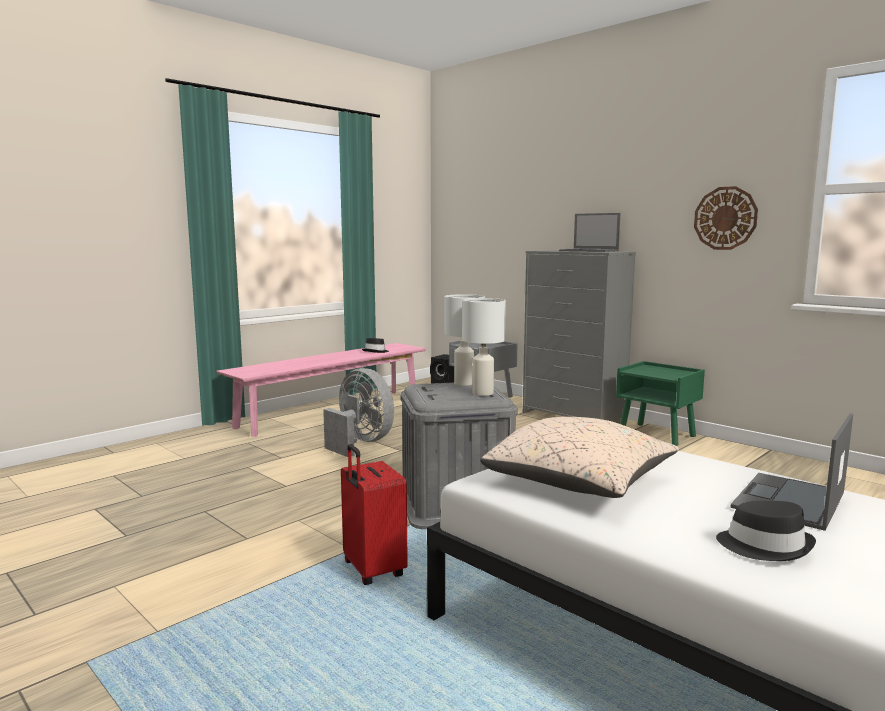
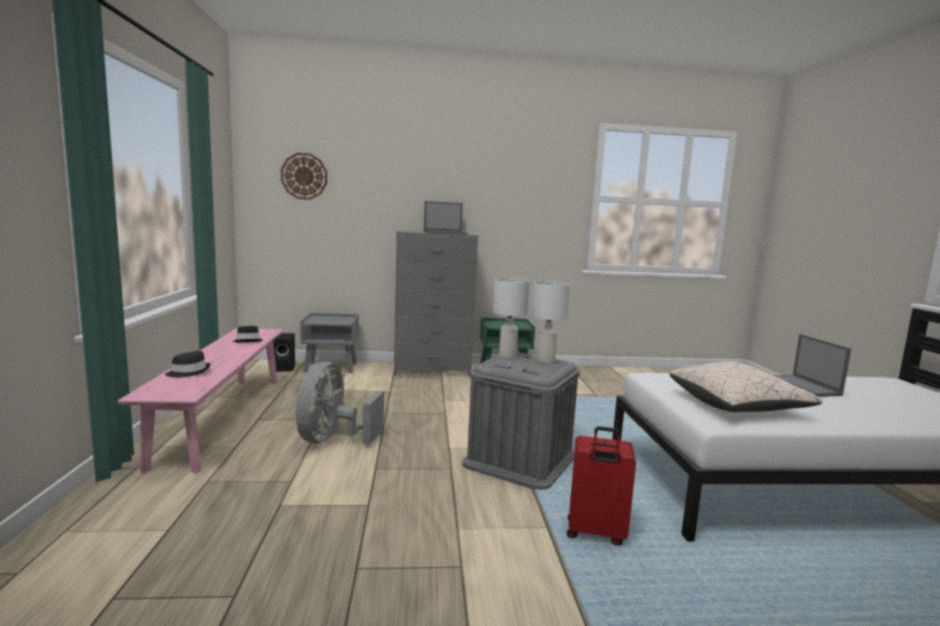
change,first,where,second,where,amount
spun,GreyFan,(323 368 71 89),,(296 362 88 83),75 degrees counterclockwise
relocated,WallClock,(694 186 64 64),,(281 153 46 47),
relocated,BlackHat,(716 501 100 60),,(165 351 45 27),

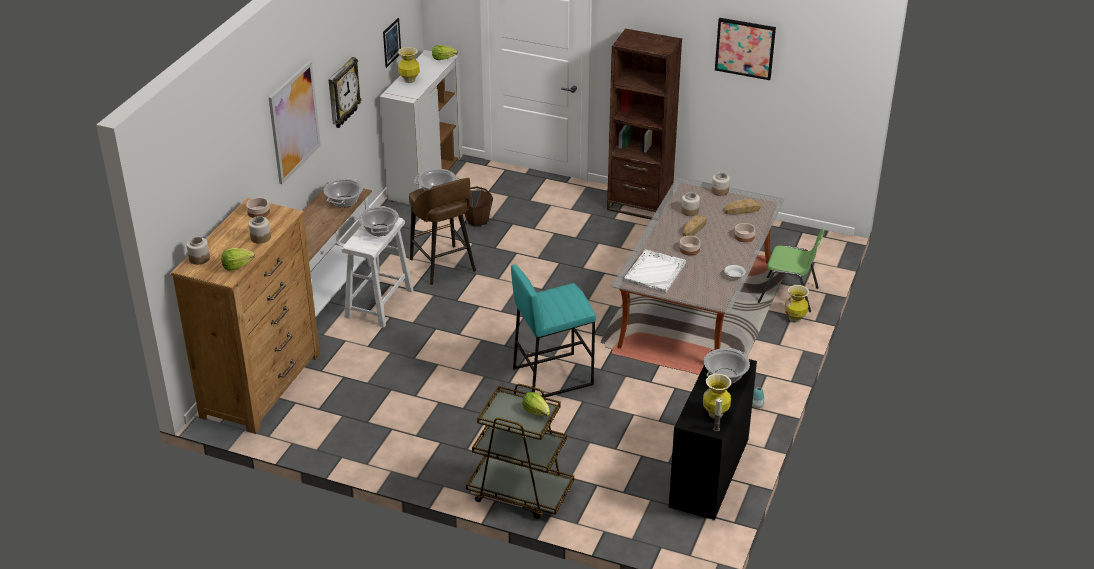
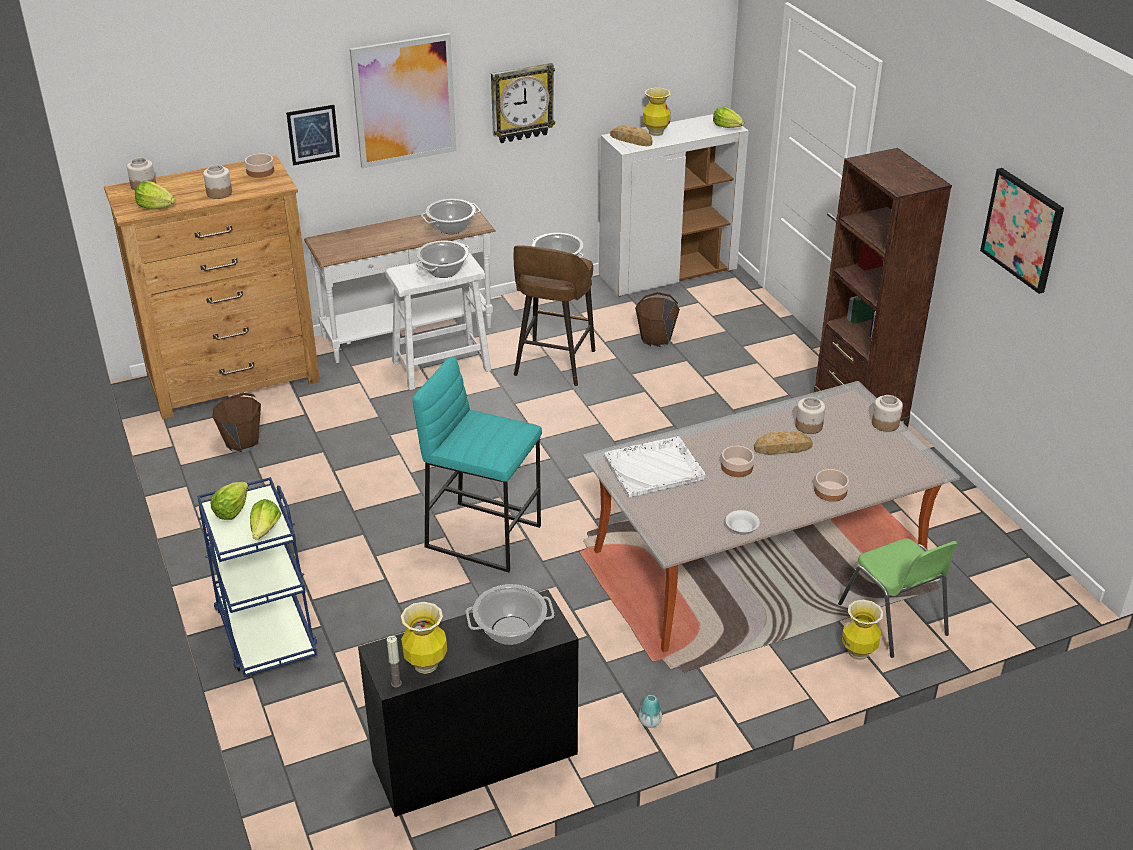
change,first,where,second,where,amount
relocated,Picture,(383 18 18 50),,(286 105 54 60),
colour,BrownCart,(466 384 108 135),BlueCart,(197 477 120 200),
relocated,Bread,(724 199 36 16),,(610 125 42 21),
appeared,,,Lettuce,(211 482 38 38),
appeared,,,BrownBucket,(213 393 48 59),

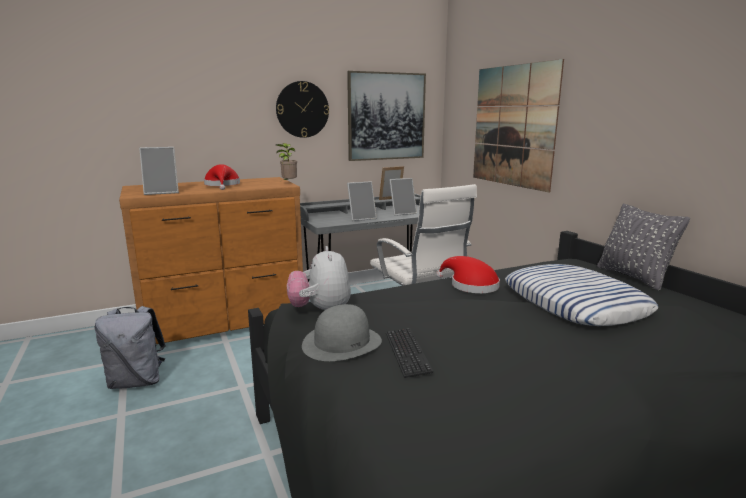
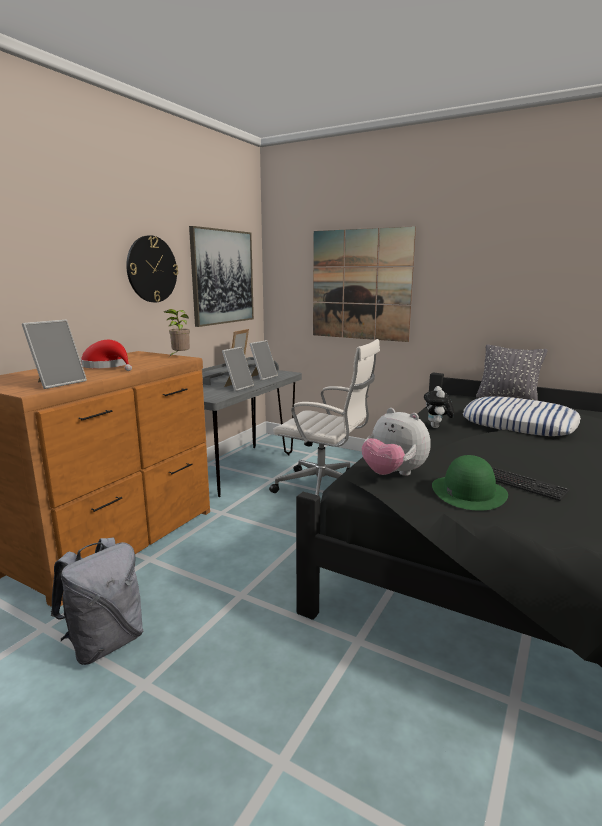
change,first,where,second,where,amount
colour,GreyHat,(302 304 80 57),GreenHat,(432 455 76 56),
exchanged,RedHat,(436 256 64 37),PlushToy,(424 386 30 42),

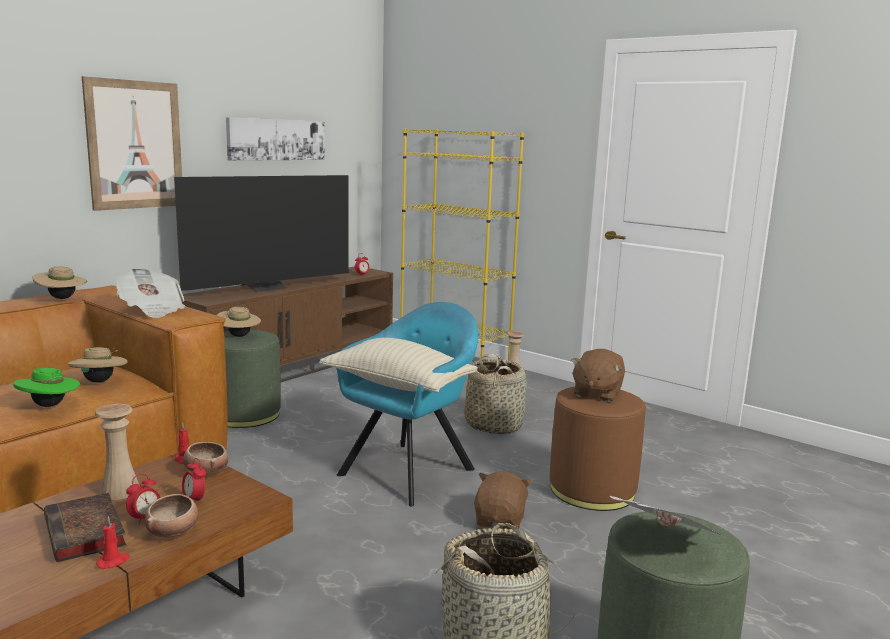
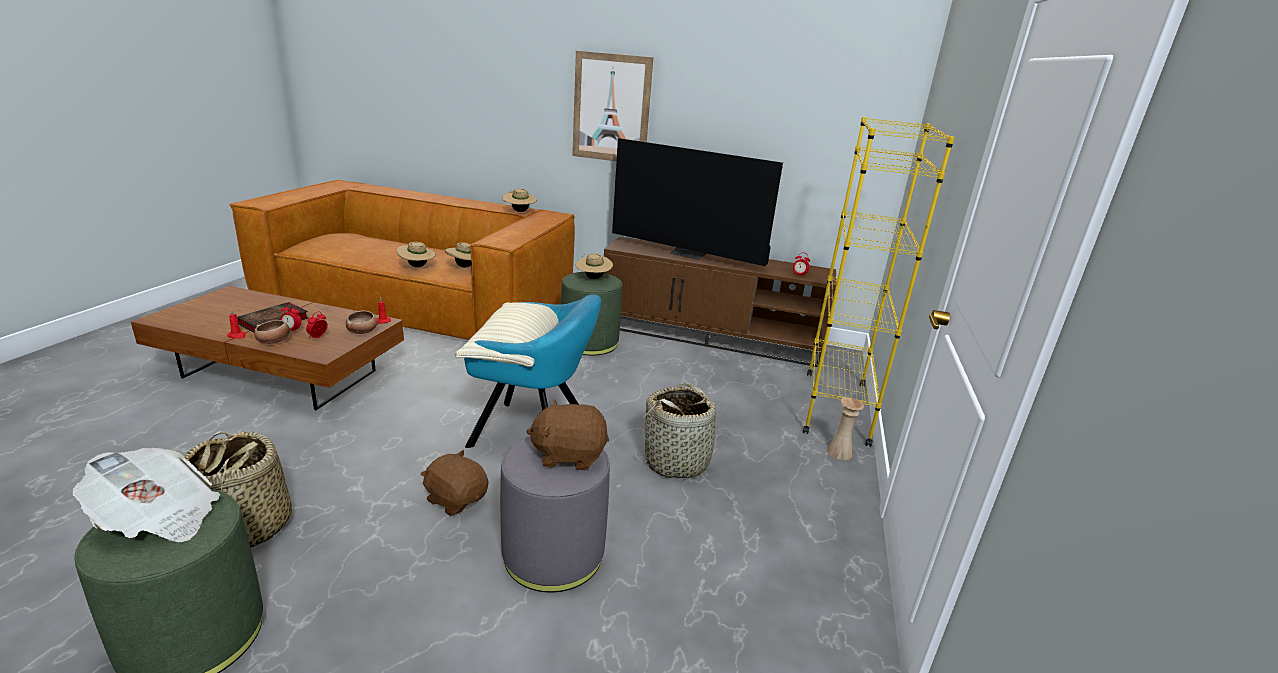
change,first,where,second,where,amount
colour,GreenHat,(13 368 67 39),BeigeHat,(396 242 40 25),
missing,BeigeVase,(95 404 45 96),,,
missing,Newspaper,(116 268 69 50),,,
missing,Picture,(226 117 99 44),,,
spun,BrownPlushToy,(474 471 58 58),,(420 450 68 66),135 degrees counterclockwise
colour,BrownOttoman,(550 387 96 124),GreyOttoman,(500 436 110 157),

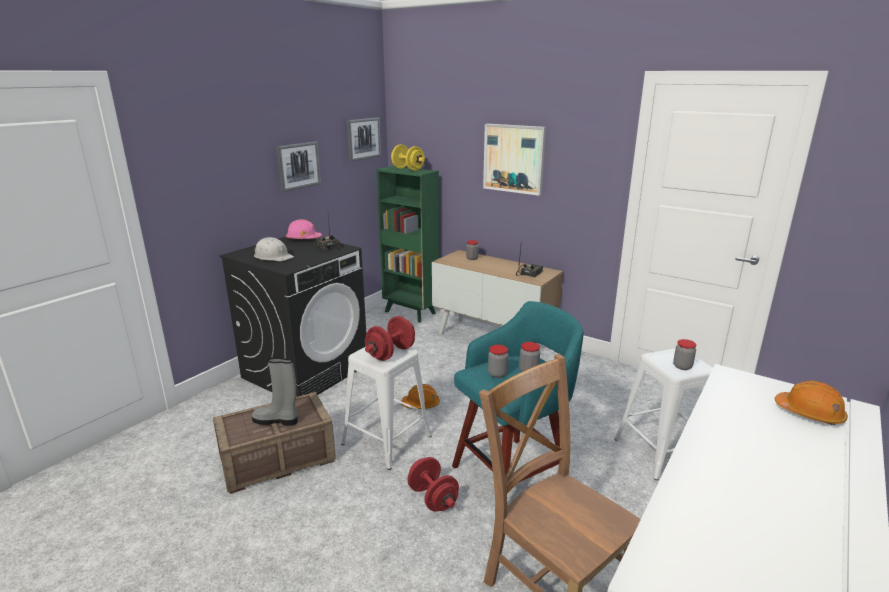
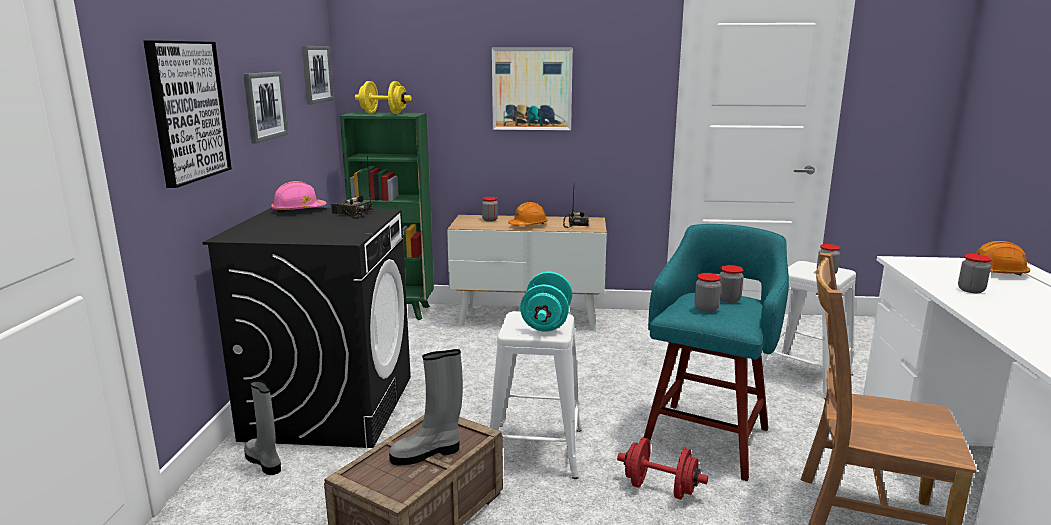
change,first,where,second,where,amount
missing,WhiteHardHat,(254 237 40 24),,,
colour,RedDumbbell,(365 316 50 45),TurquoiseDumbbell,(520 272 52 60),
relocated,OrangeHardHat,(401 384 39 25),,(508 202 40 24),
appeared,,,Picture,(143 40 89 148),
appeared,,,GreyBoot,(244 380 37 95),
appeared,,,Jar,(958 254 34 39),

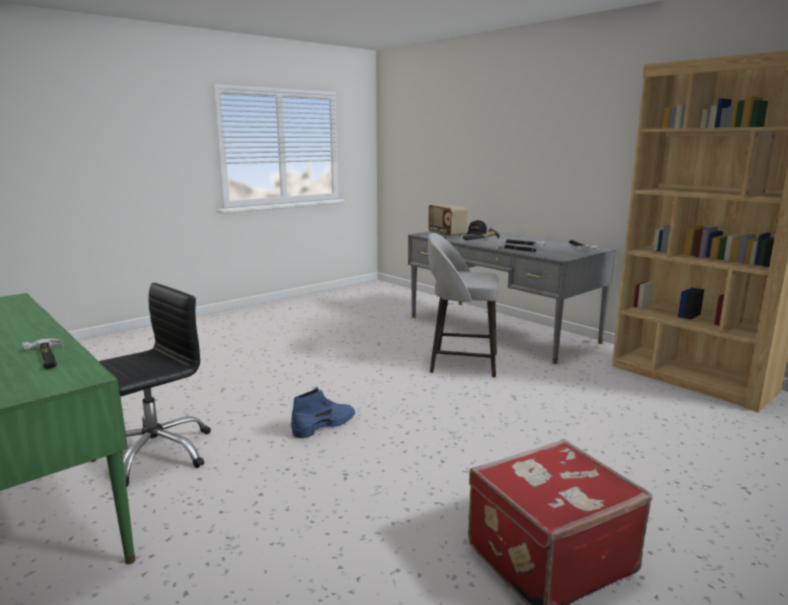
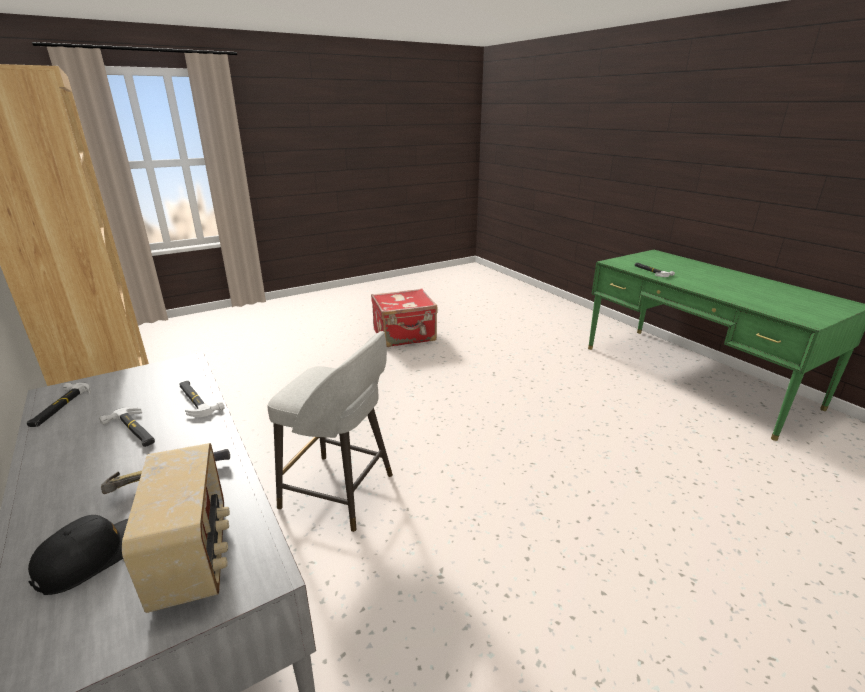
change,first,where,second,where,amount
missing,BlackOfficeChair,(91 283 120 204),,,
missing,BlueBoot,(291 387 64 51),,,

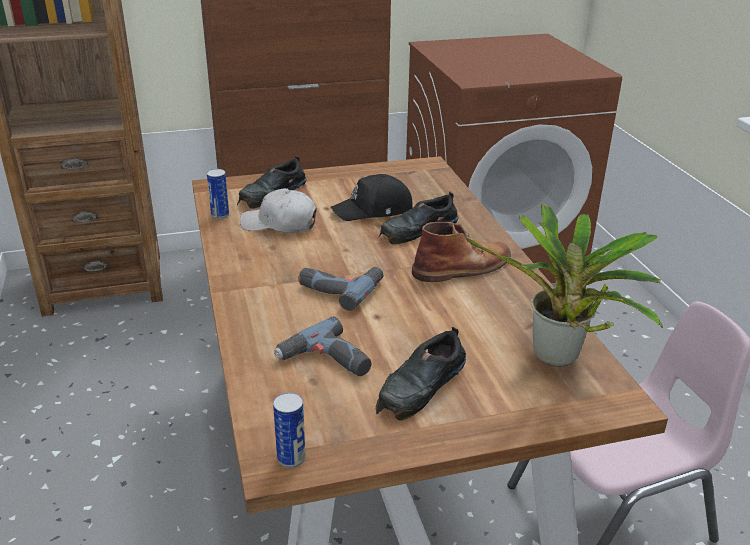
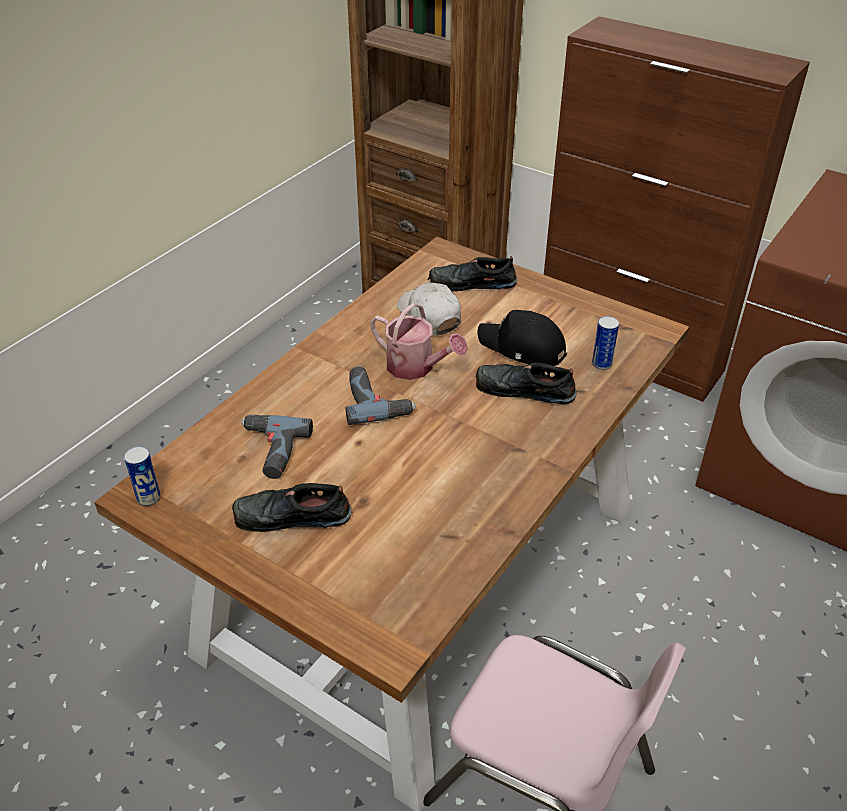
change,first,where,second,where,amount
relocated,Can,(207 169 22 50),,(592 316 27 54),
missing,BrownBoot,(412 222 99 60),,,
missing,PottedPlant,(466 204 197 163),,,
appeared,,,WateringCan,(370 303 98 77),

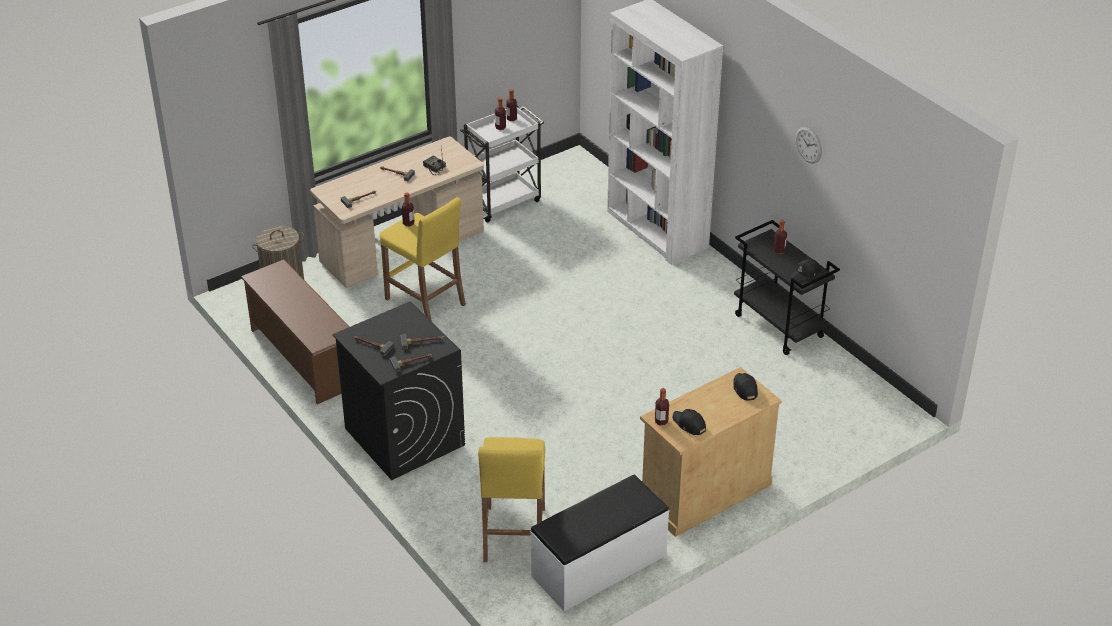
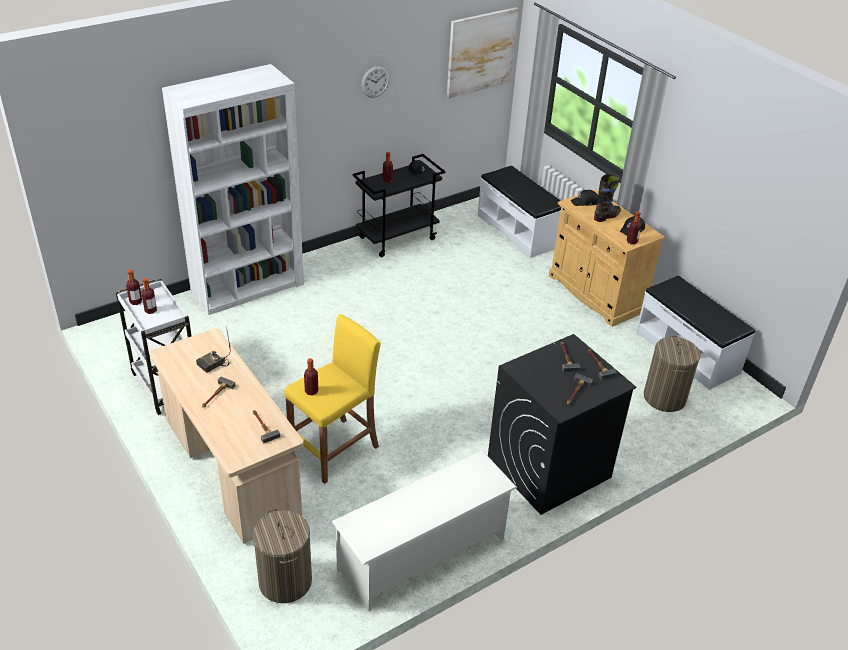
change,first,where,second,where,amount
colour,BrownShoeRack,(241 259 108 145),WhiteShoeRack,(332 450 185 161),
exchanged,YellowStool,(478 437 67 125),LaundryBasket,(644 335 56 77),
appeared,,,Picture,(447 7 71 91),
appeared,,,WhiteBench,(478 165 83 93),
appeared,,,BlackBoot,(594 174 27 48),

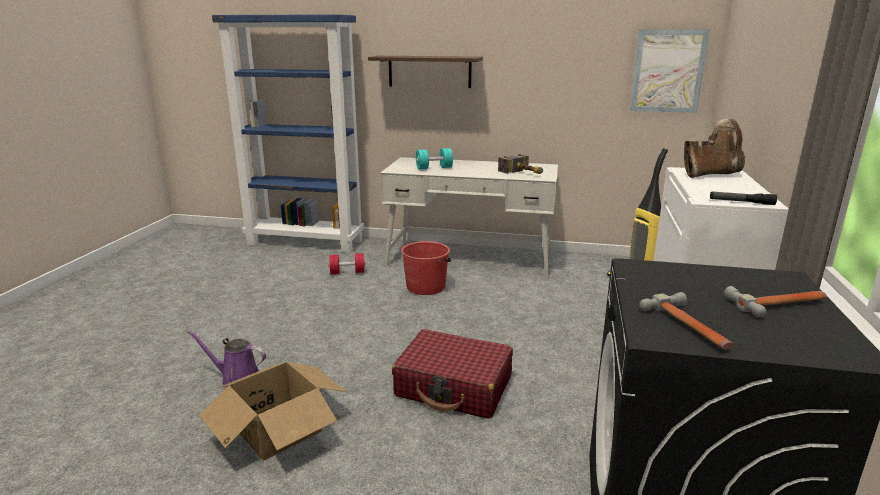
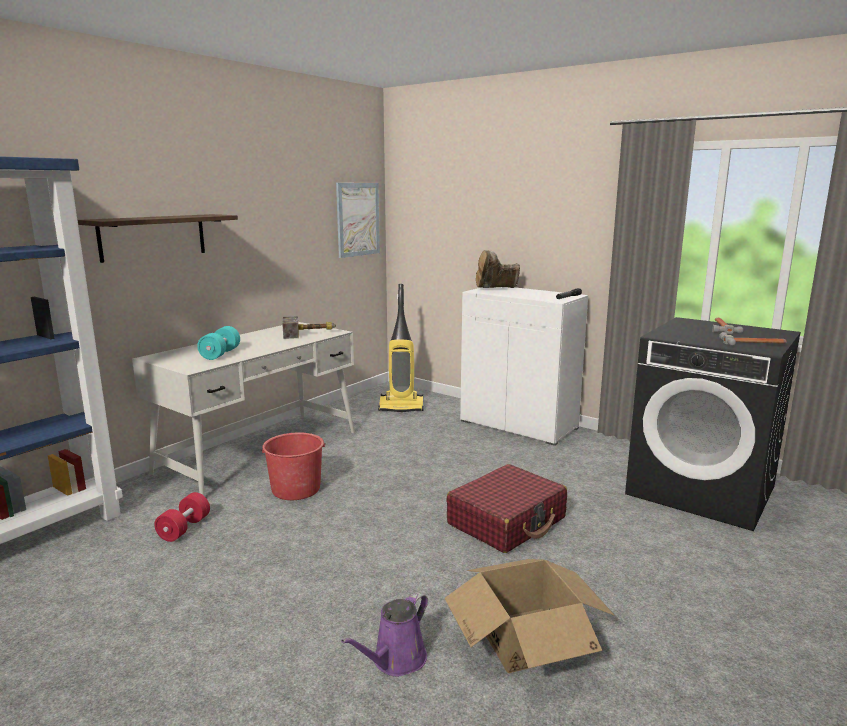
change,first,where,second,where,amount
spun,BrownBoot,(684 118 61 60),,(476 250 44 38),120 degrees counterclockwise

